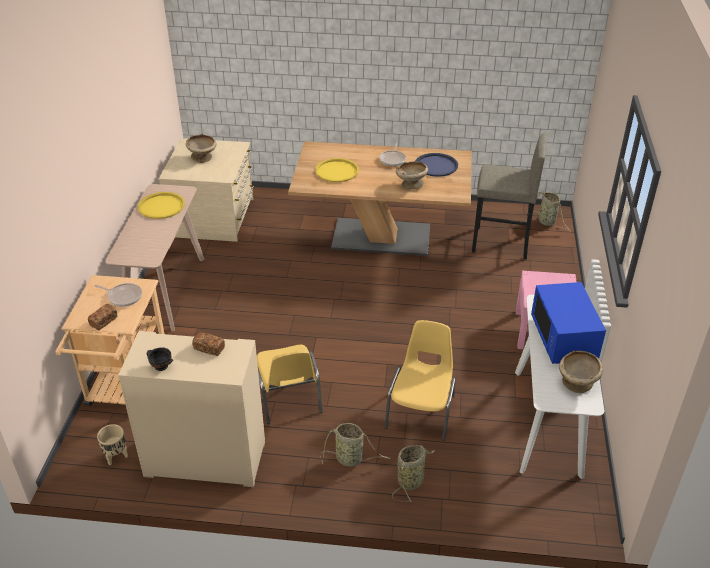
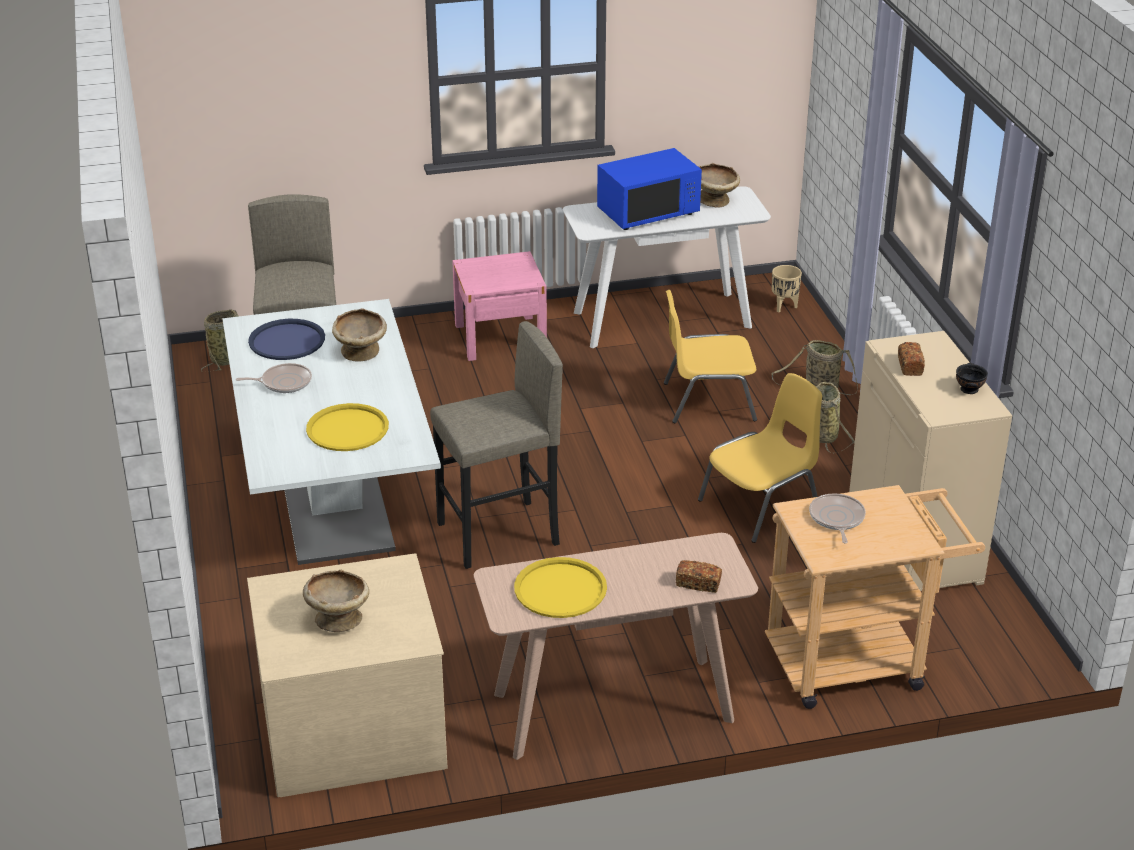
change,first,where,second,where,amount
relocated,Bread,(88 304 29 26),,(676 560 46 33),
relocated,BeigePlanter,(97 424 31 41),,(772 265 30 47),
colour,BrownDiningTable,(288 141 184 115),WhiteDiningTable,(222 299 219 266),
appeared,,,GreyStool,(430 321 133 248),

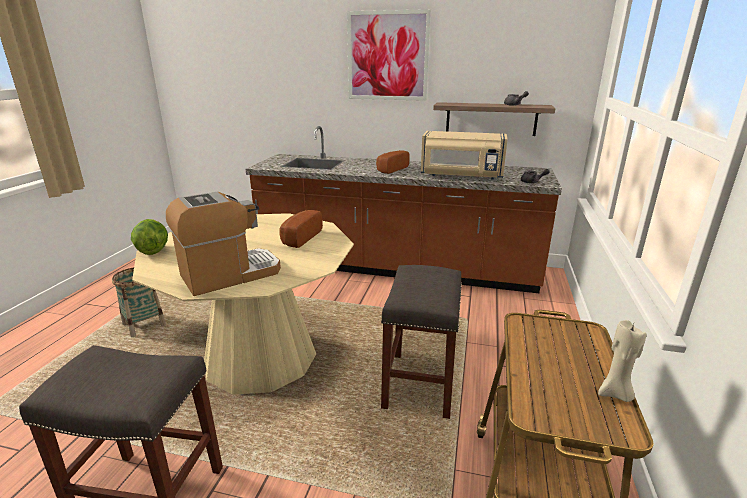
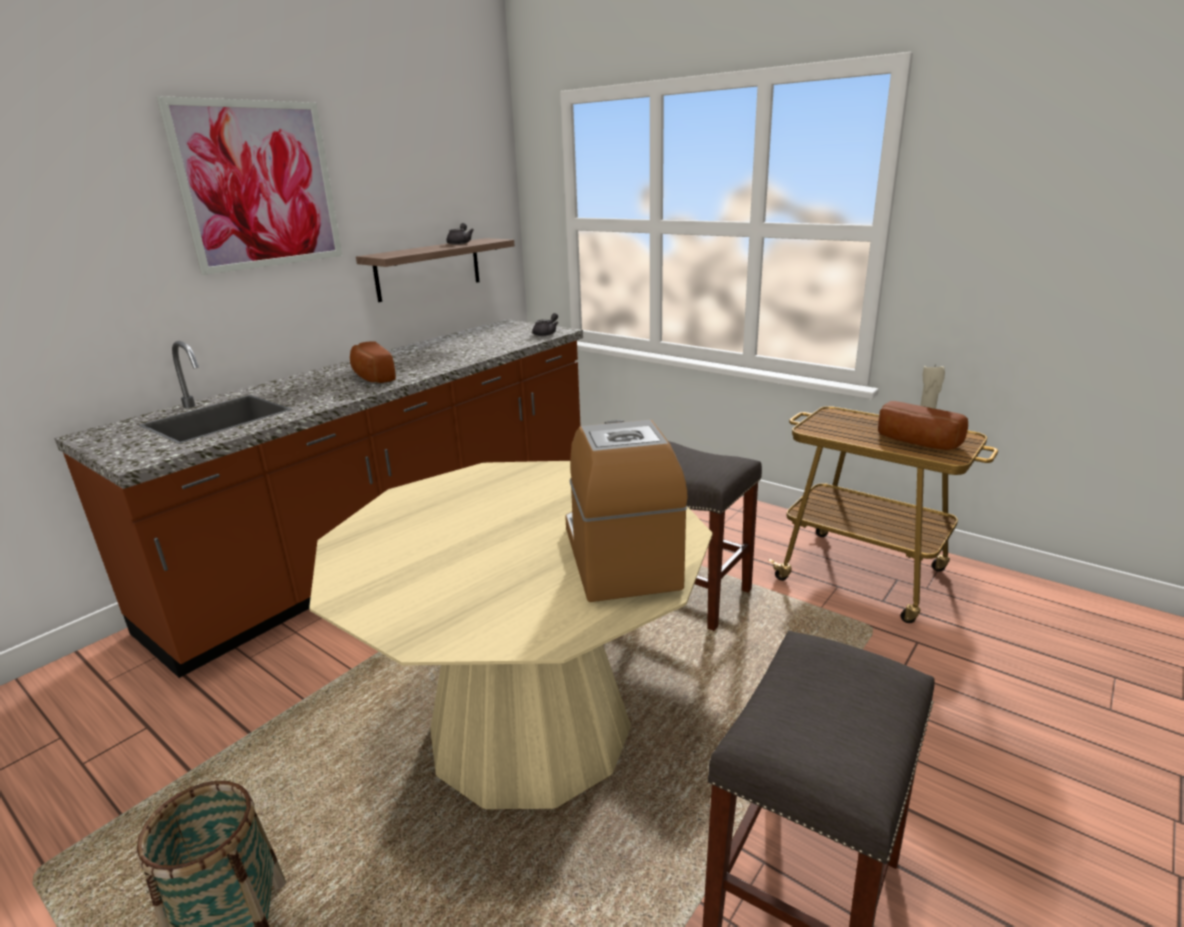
change,first,where,second,where,amount
missing,Lettuce,(131 219 37 36),,,
relocated,Bread,(279 210 44 38),,(878 401 90 49),
missing,BeigeMicrowave,(421 131 87 49),,,

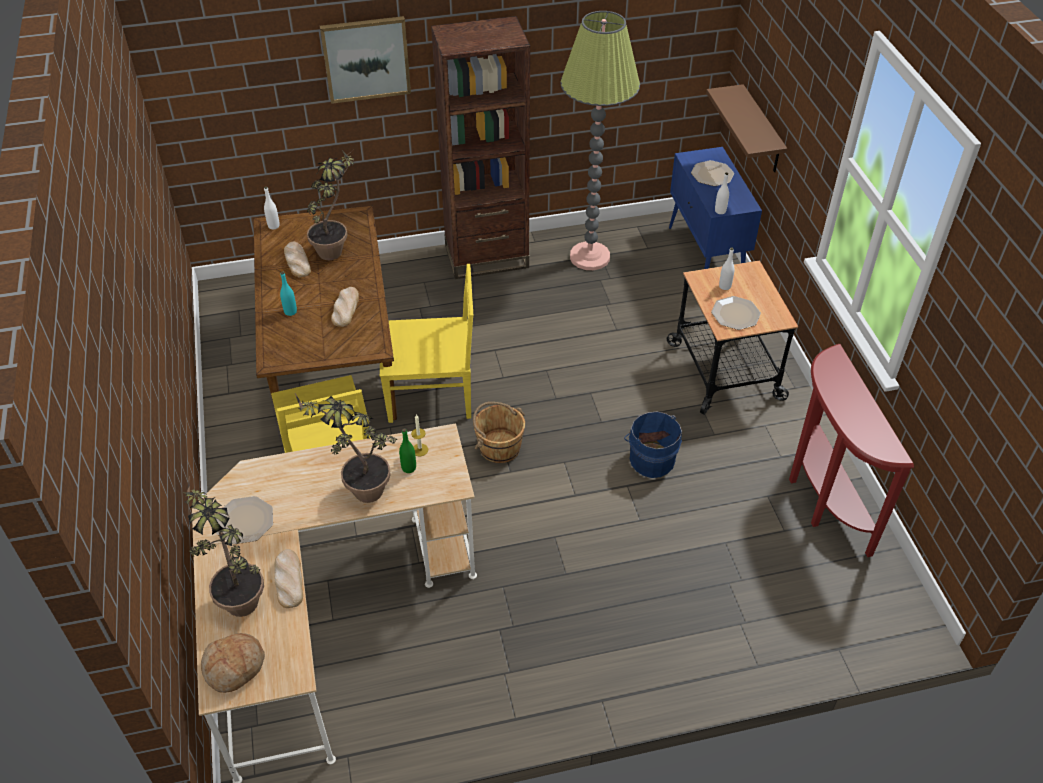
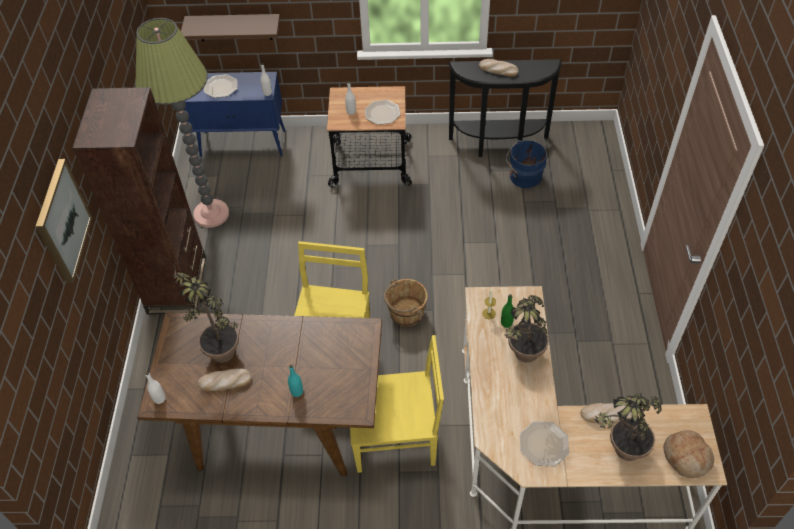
change,first,where,second,where,amount
relocated,Bread,(331 287 28 40),,(479 59 40 18),
relocated,BlueBucket,(624 411 58 67),,(506 140 41 48),
colour,RedConsoleTable,(789 344 125 213),BlackConsoleTable,(448 59 114 98),

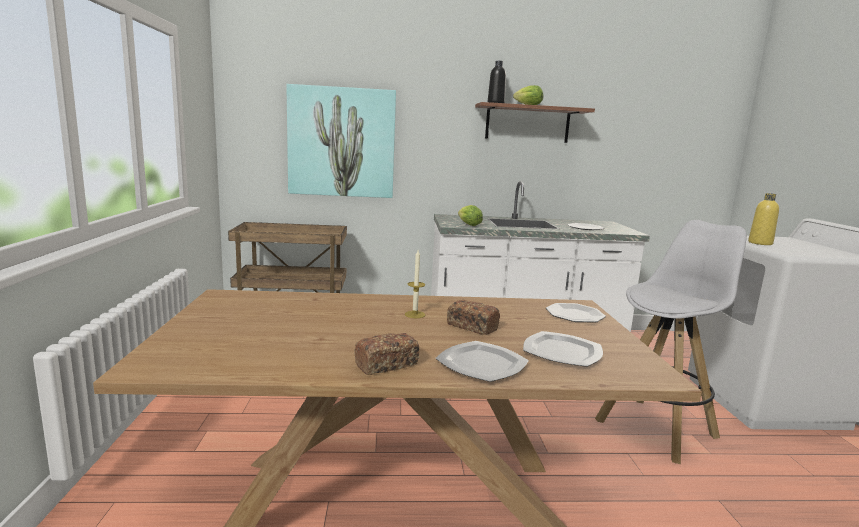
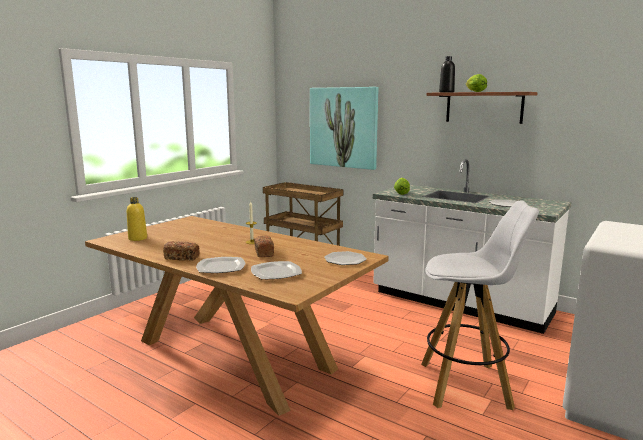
change,first,where,second,where,amount
relocated,YellowBottle,(748 193 31 52),,(127 197 20 44),

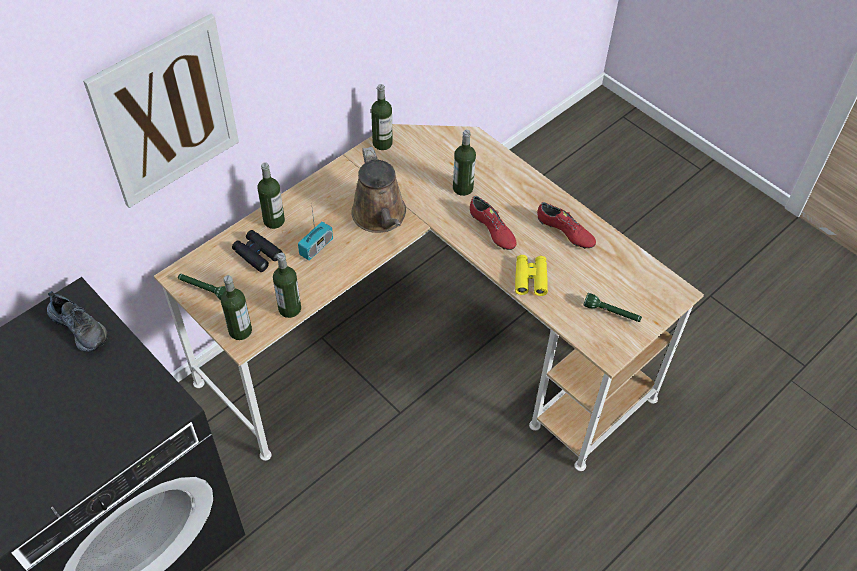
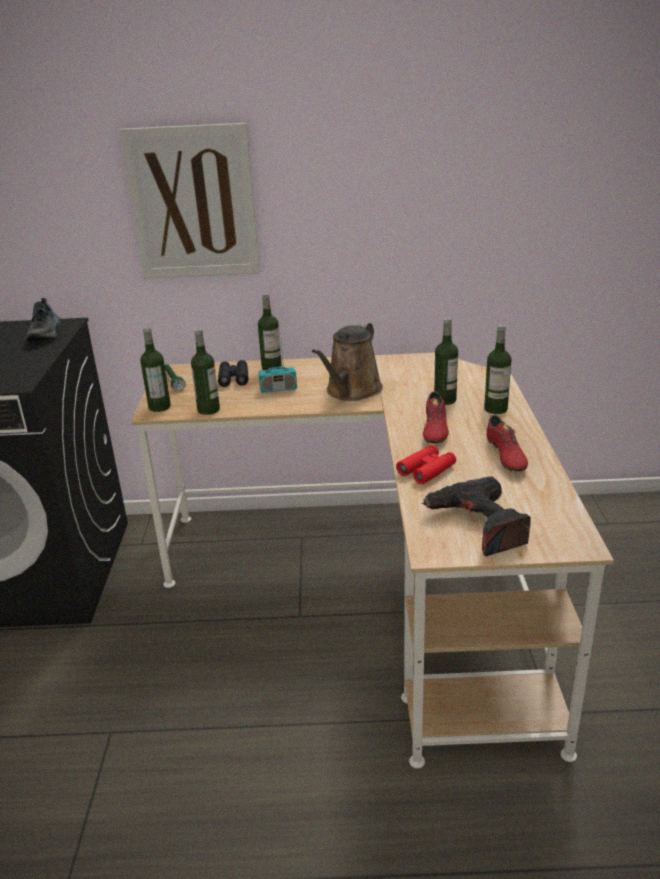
change,first,where,second,where,amount
relocated,Bottle,(371 84 22 66),,(484 325 27 89),
colour,YellowBinoculars,(515 255 33 41),RedBinoculars,(396 445 60 39),
exchanged,GreenFlashlight,(583 293 59 29),PowerDrill,(421 476 110 80),

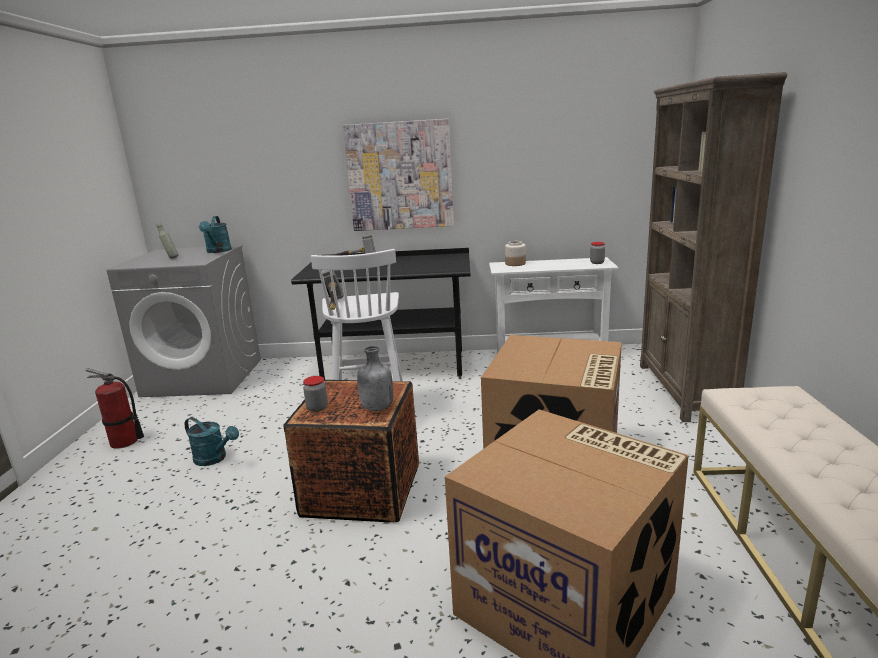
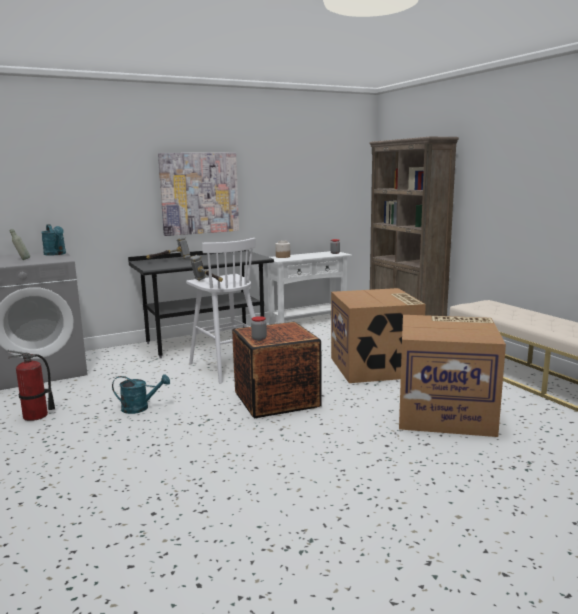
change,first,where,second,where,amount
missing,GreyBottle,(357 346 36 65),,,

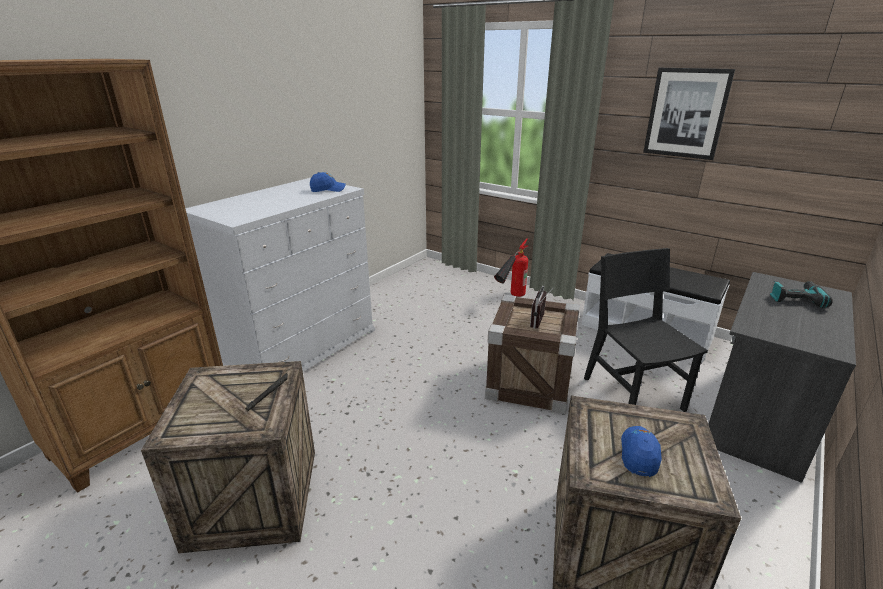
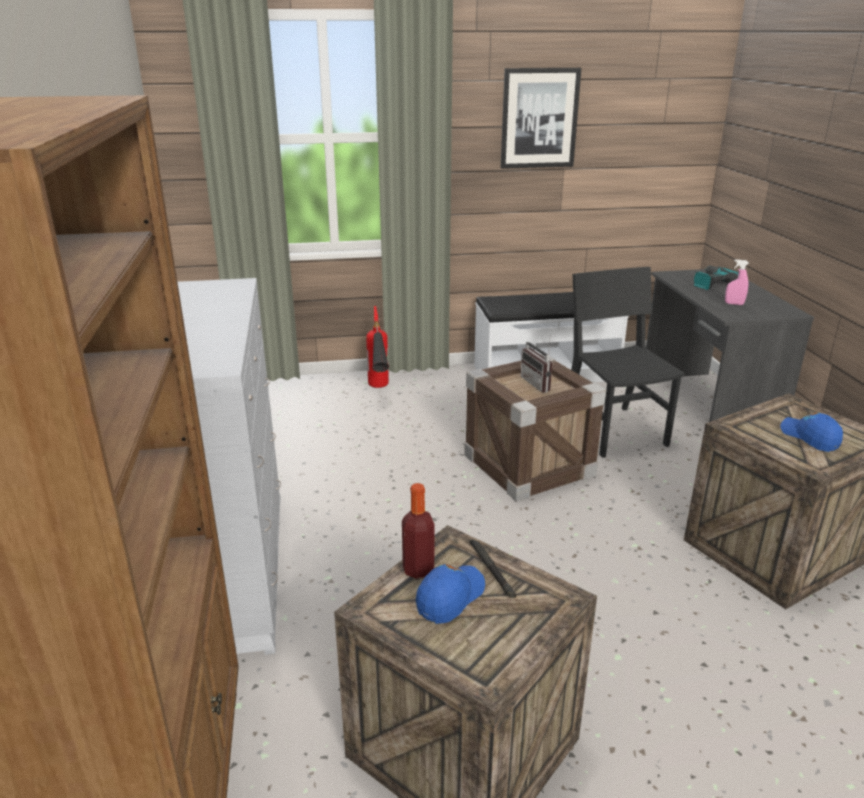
change,first,where,second,where,amount
relocated,BlueCap,(310 172 36 20),,(416 564 69 60),
spun,BlackChair,(584 248 124 164),,(571 267 114 191),45 degrees clockwise
appeared,,,Bottle,(402 483 33 96),
appeared,,,PinkSprayBottle,(725 259 24 46),

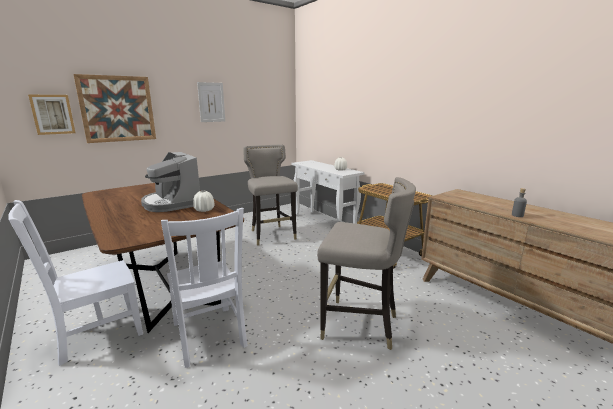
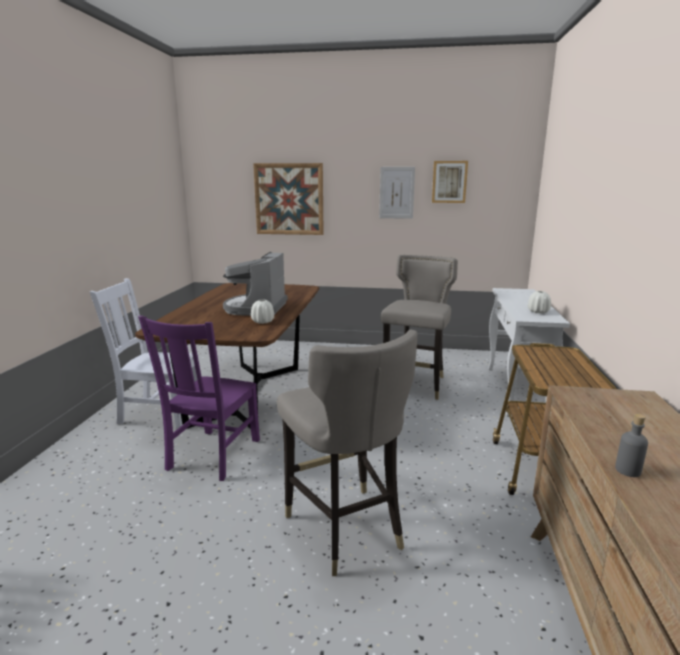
change,first,where,second,where,amount
relocated,Picture,(28 95 47 40),,(432 161 36 42),
colour,WhiteChair,(161 208 86 160),PurpleChair,(138 315 122 166),

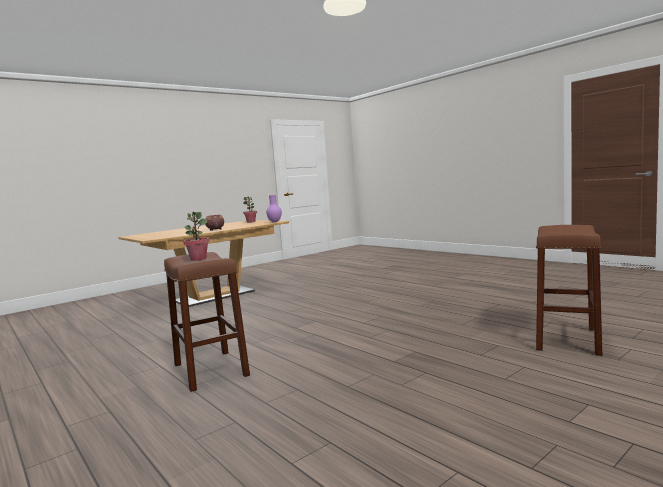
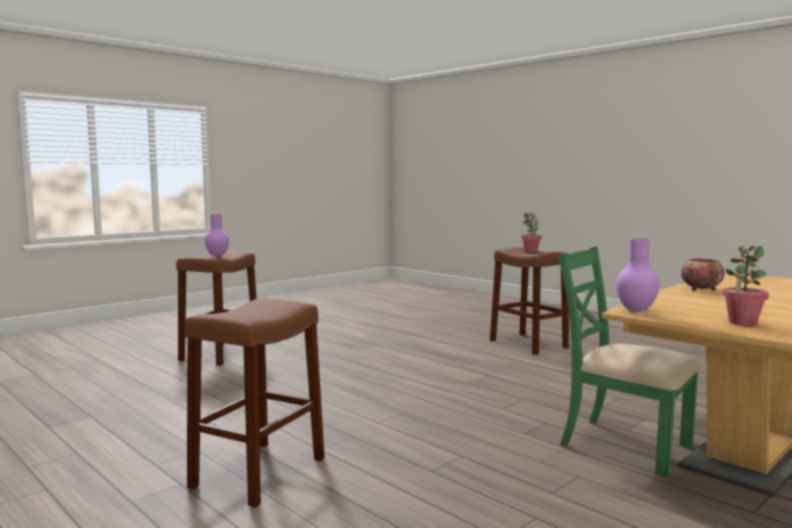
change,first,where,second,where,amount
appeared,,,BrownStool,(185 299 140 209),
appeared,,,PurpleVase,(205 214 24 43),
appeared,,,GreenChair,(559 246 142 231),

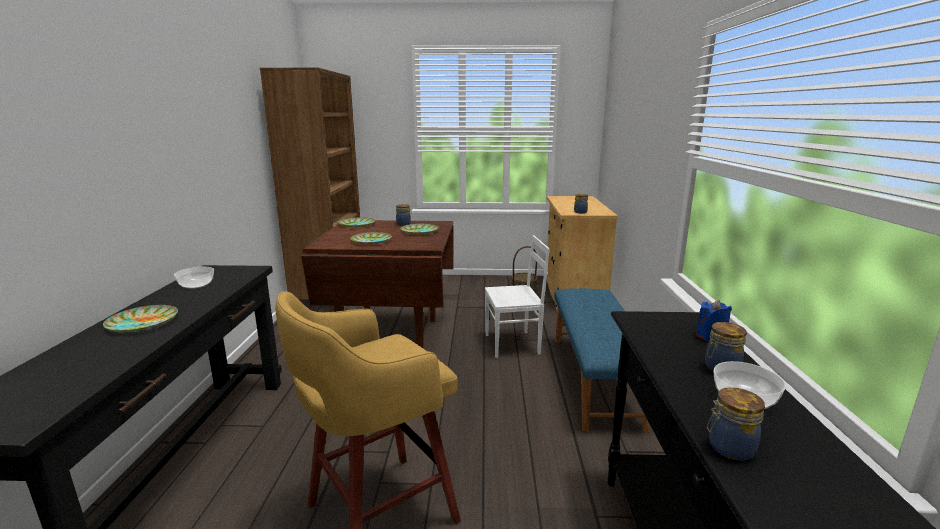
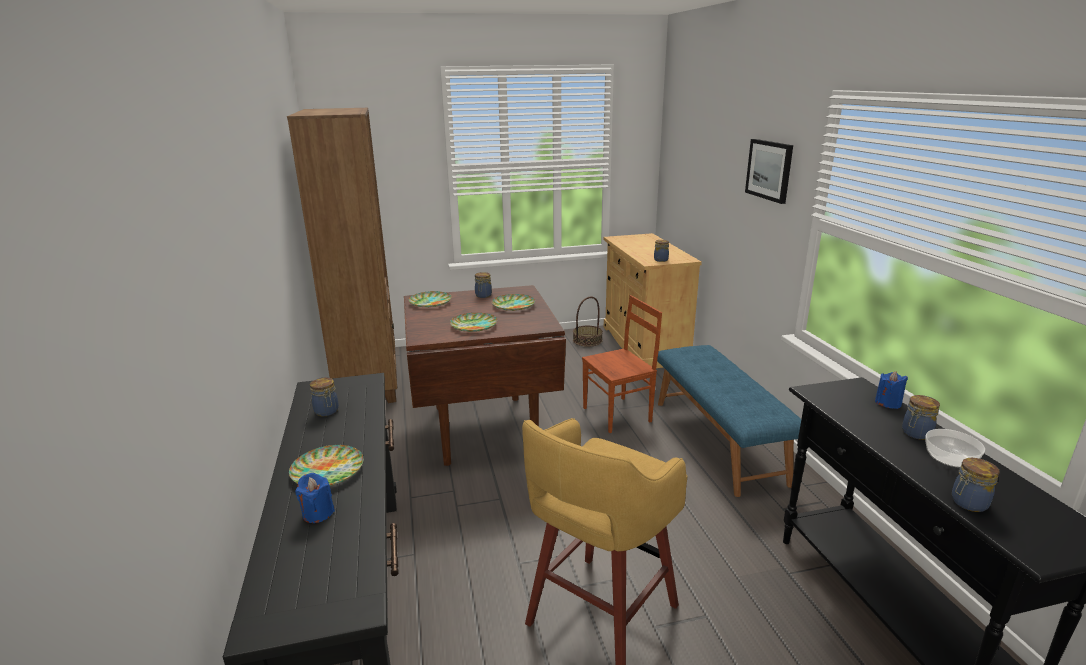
change,first,where,second,where,amount
exchanged,Bowl,(174 267 40 22),Jar,(310 378 29 38),
colour,WhiteChair,(485 235 65 123),BrownChair,(582 295 80 138),
appeared,,,BlueCandle,(295 472 40 51),
appeared,,,Picture,(745 139 48 65),

